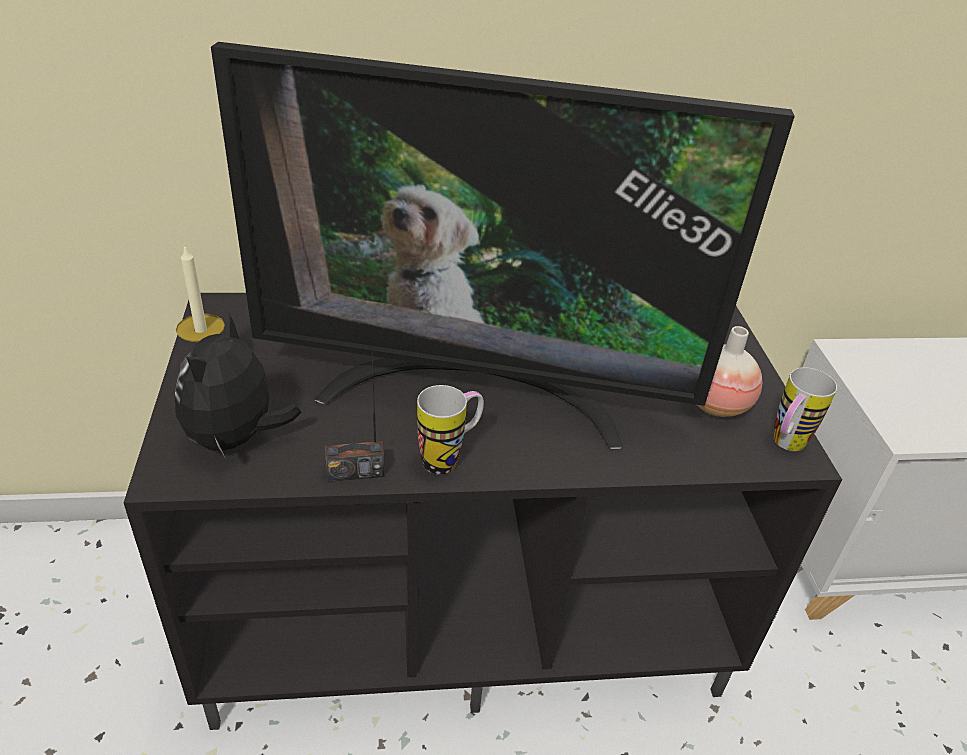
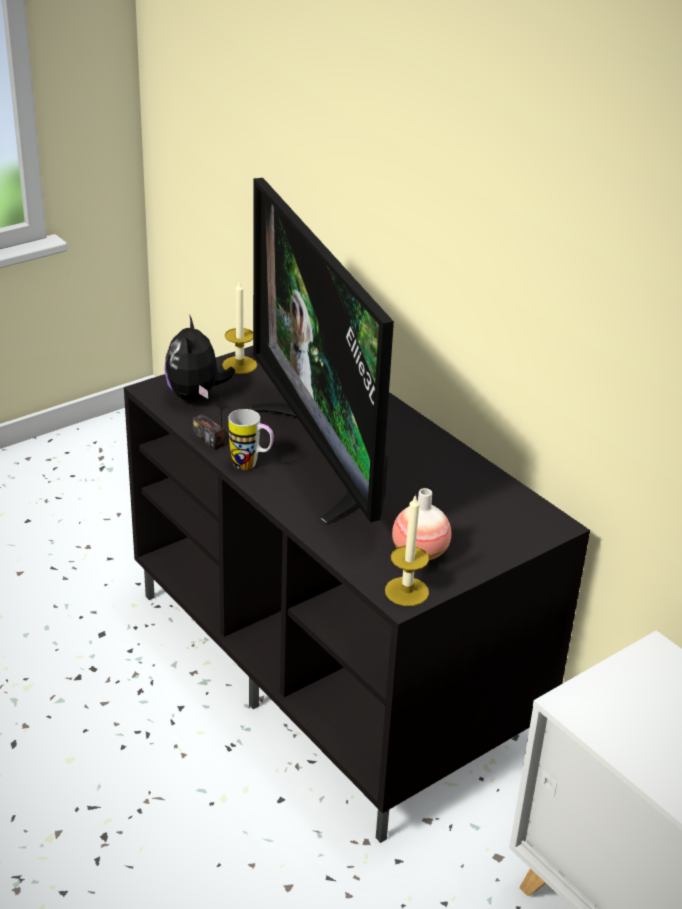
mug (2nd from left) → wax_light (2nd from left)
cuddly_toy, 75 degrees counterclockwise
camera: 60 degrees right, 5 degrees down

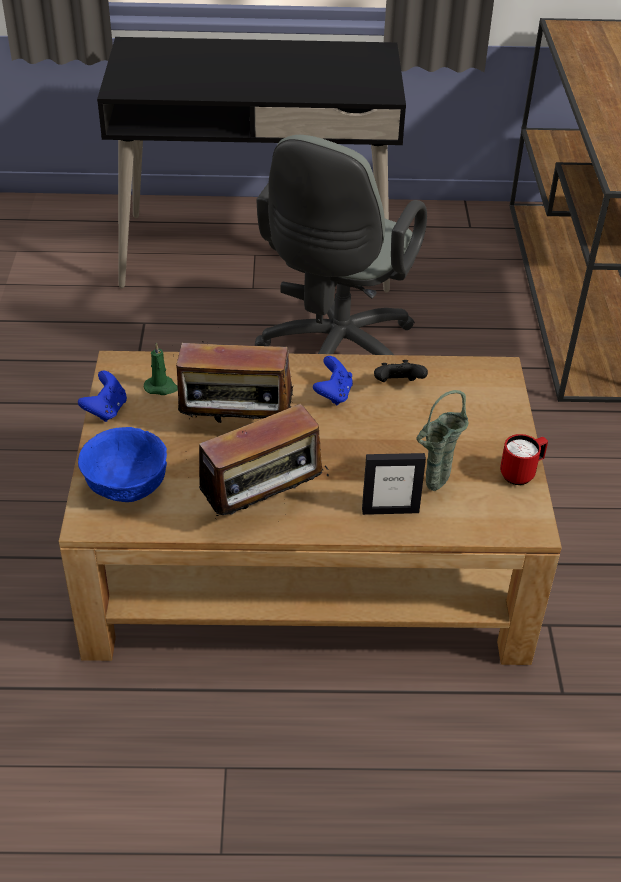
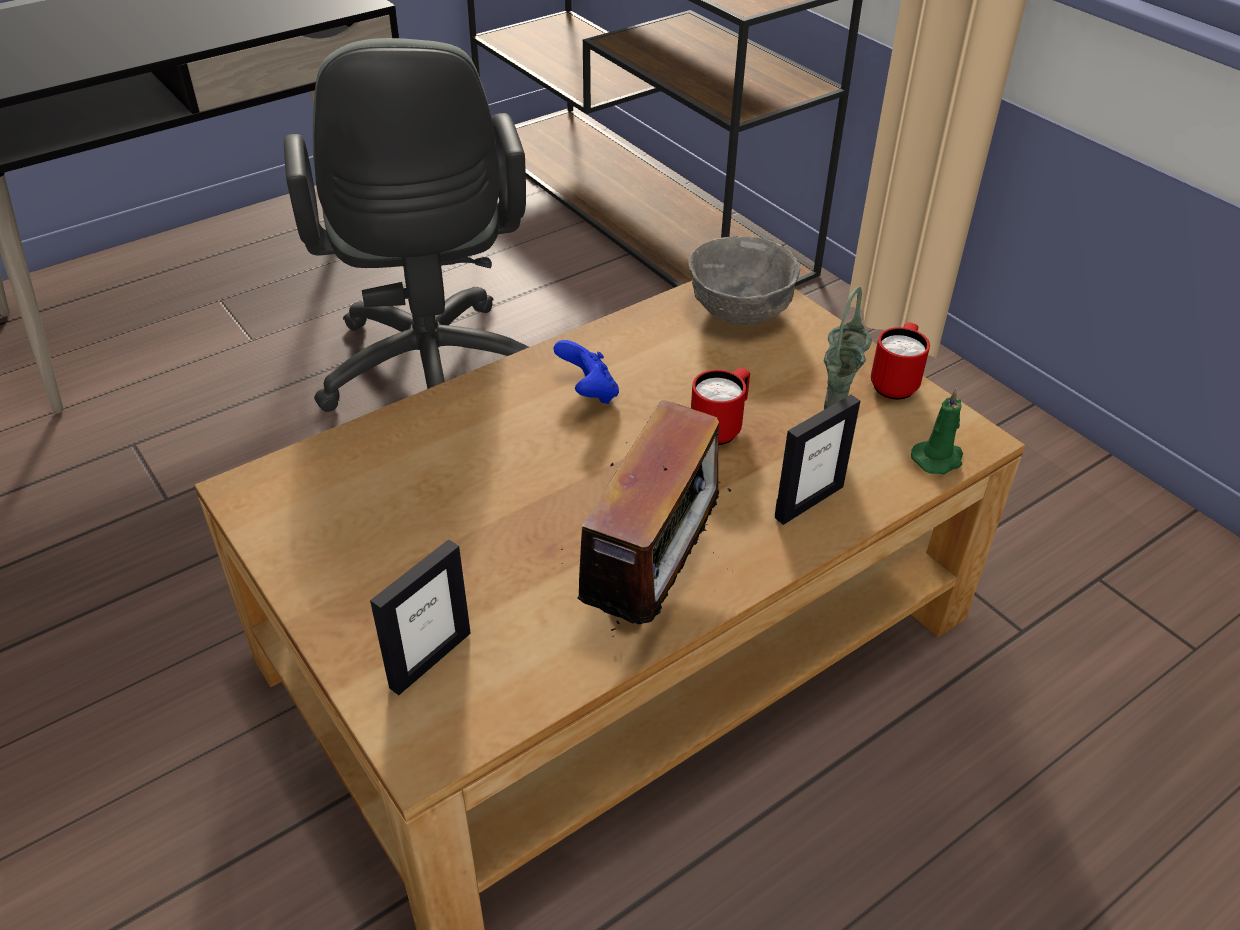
blue_gamepad (1st from left) → -
radio (1st from left) → -
blackish_gamepad → -
- → grey_bowl
- → red-coloured_mug (1st from left)
green-coloured_wax_light, move
blue_bowl → standing_frame (1st from left)
camera: 35 degrees left, 0 degrees up

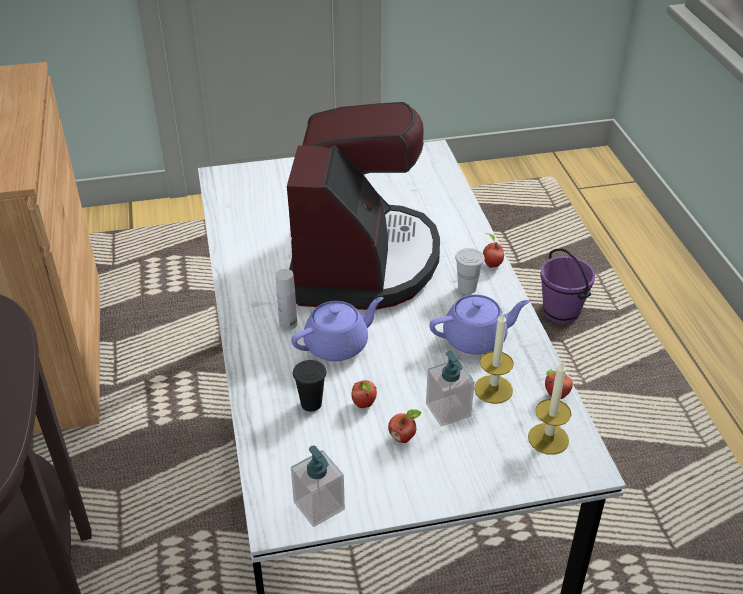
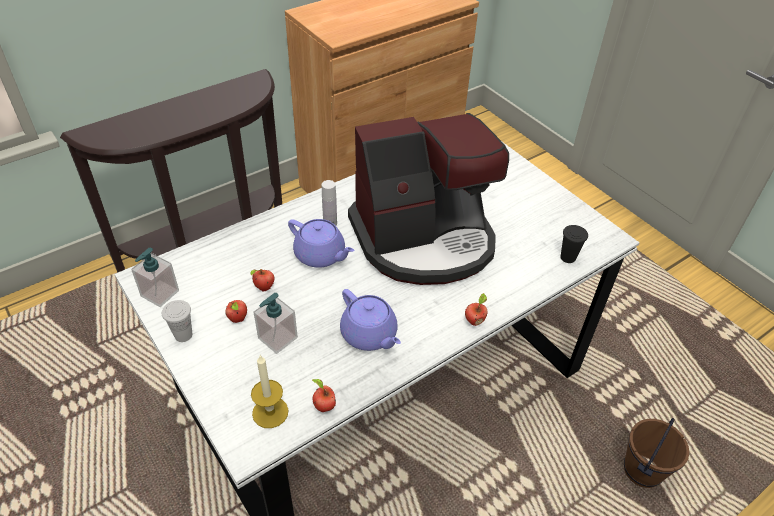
wax_light (1st from left) → -
blackish_small_cup, move
white-coloured_small_cup, move
purple_pail → brown_pail
camera: 65 degrees right, 5 degrees up

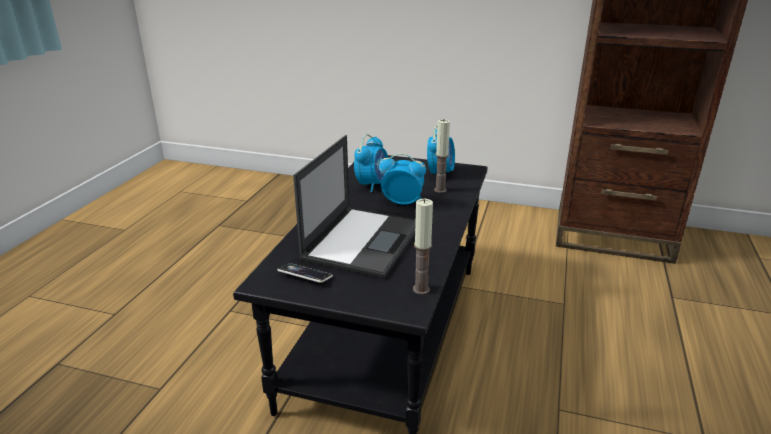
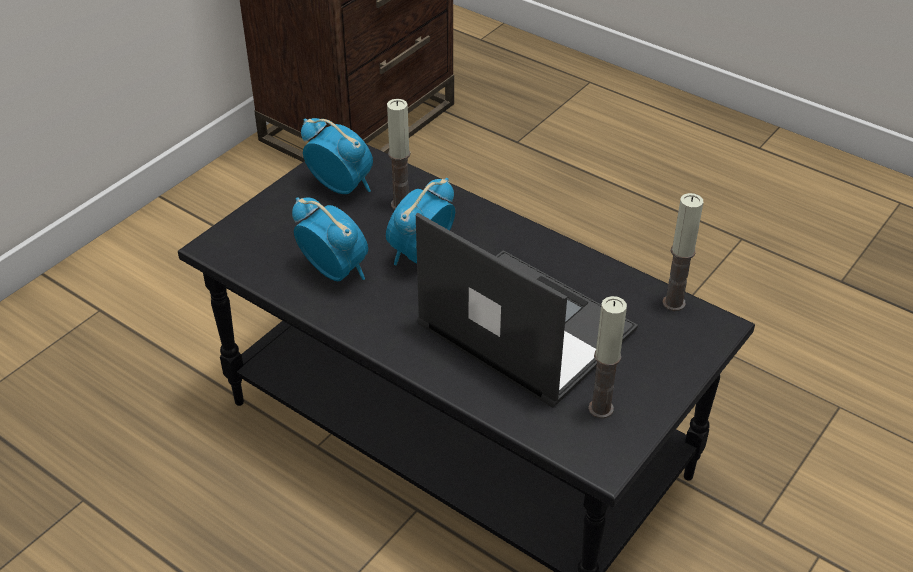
telephone → wax_light (2nd from left)
camera: 70 degrees left, 15 degrees up

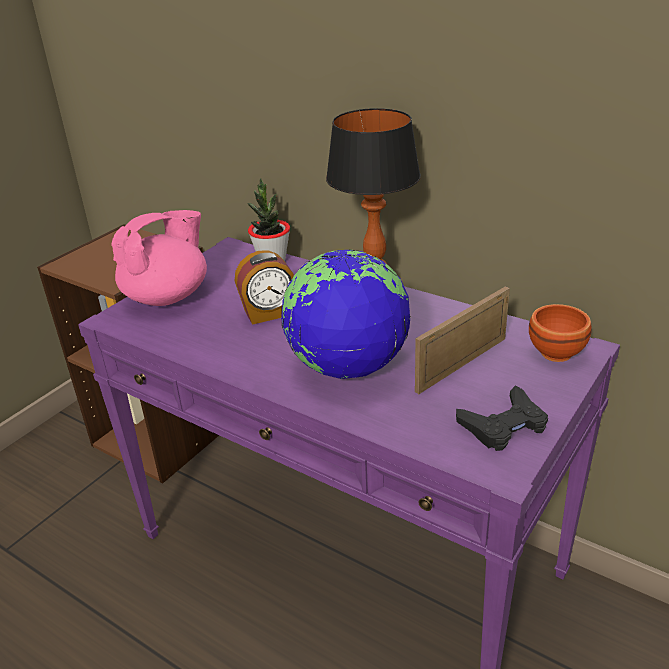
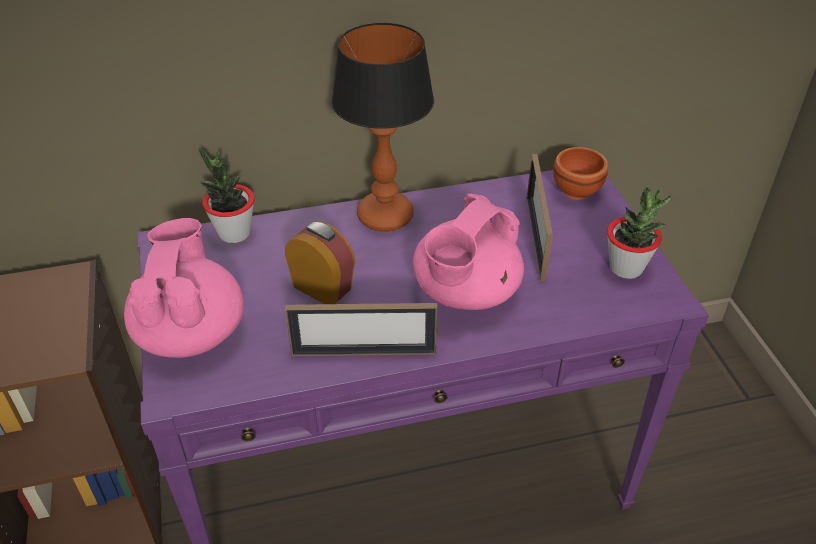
- → standing_frame (1st from left)
desk_globe → pink_teapot (2nd from left)
blackish_gamepad → plant_in_a_pot (2nd from left)
table_clock, 75 degrees counterclockwise
camera: 50 degrees left, 10 degrees up

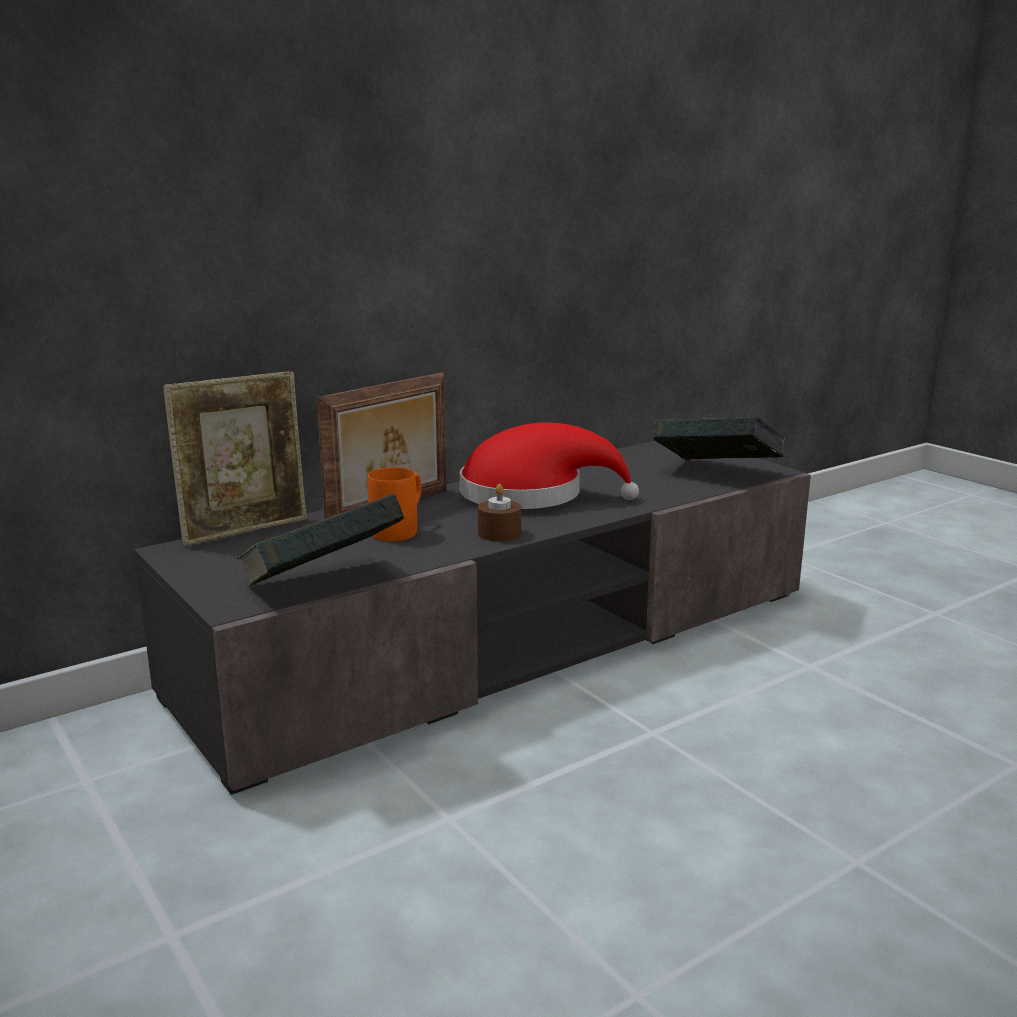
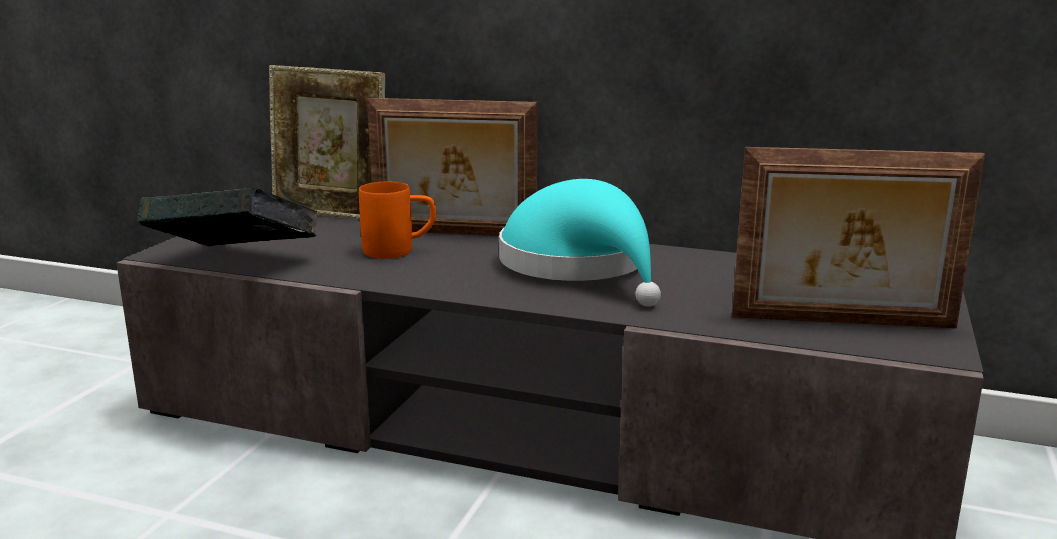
brown_wax_light → -
volume (2nd from left) → standing_frame (3rd from left)
red-coloured_hat → blue-green_hat
camera: 55 degrees right, 0 degrees up

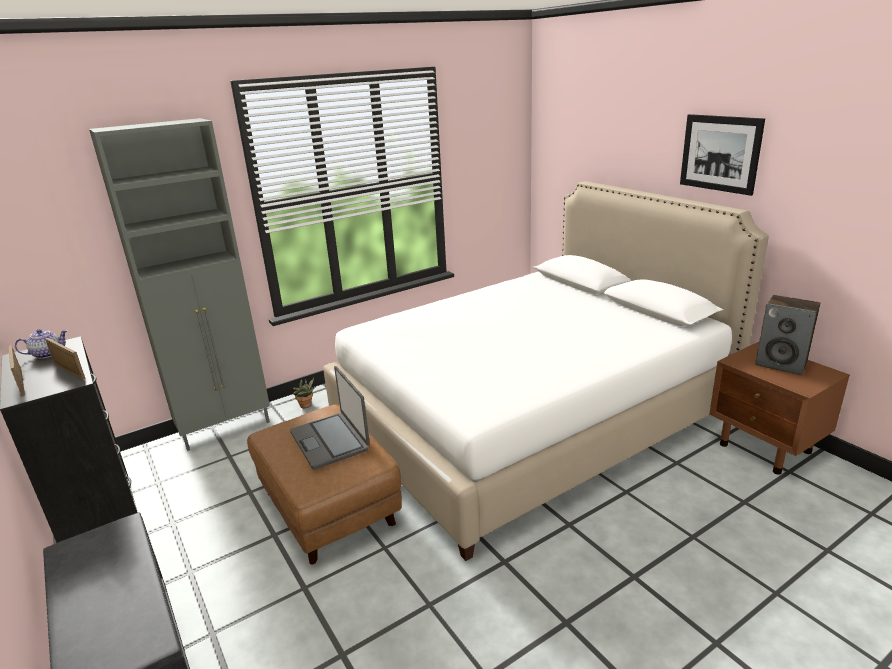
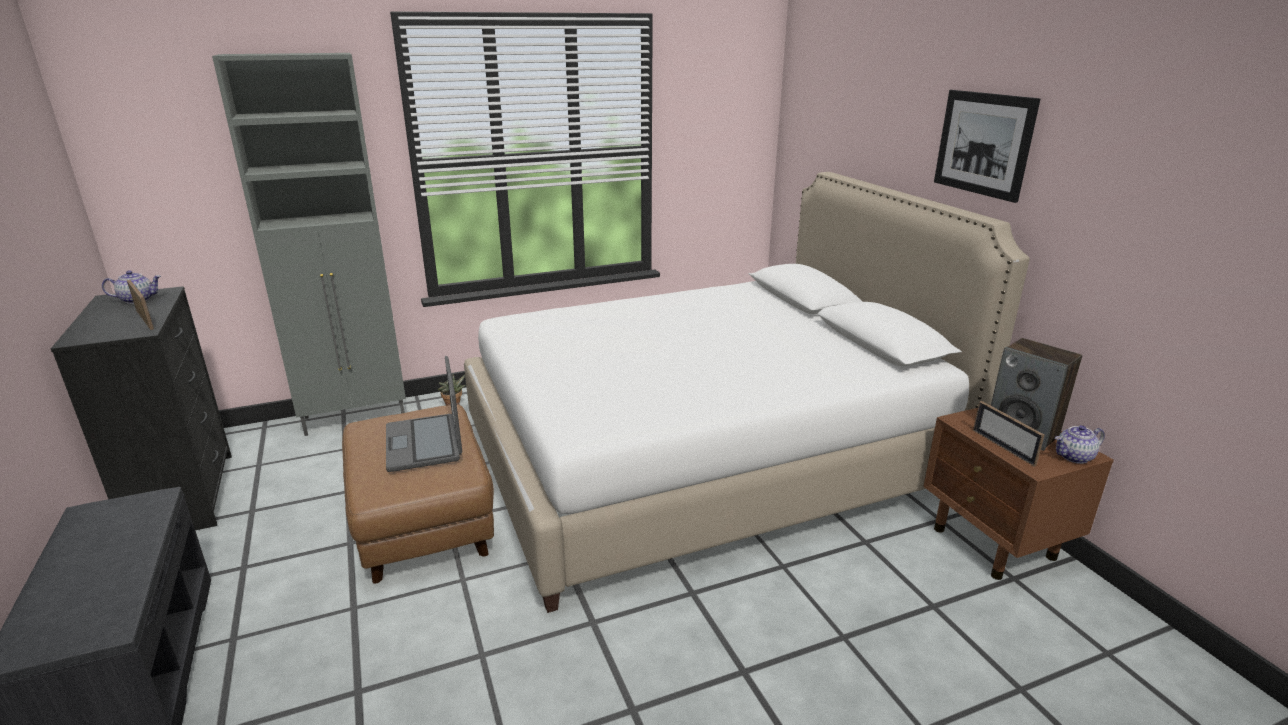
- → teapot (2nd from left)
standing_frame (1st from left in the first image) → standing_frame (2nd from left), move
camera: 10 degrees right, 0 degrees up

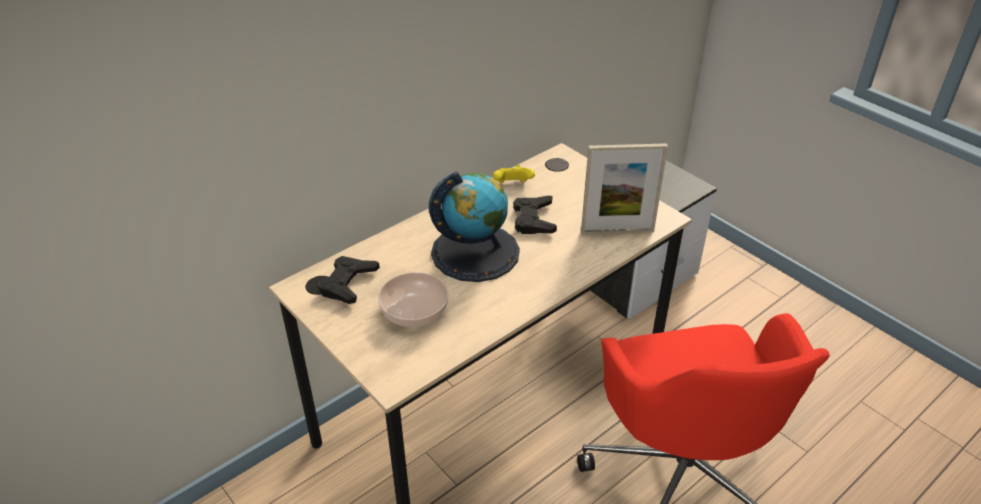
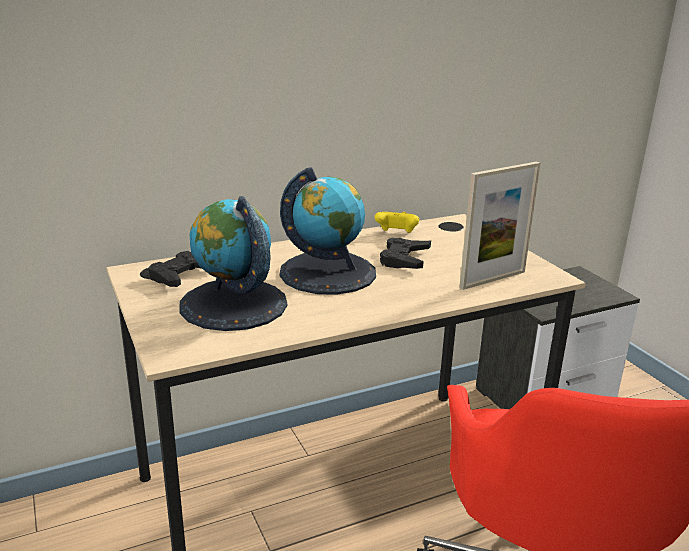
bowl → desk_globe (1st from left)
standing_frame, 45 degrees counterclockwise
camera: 15 degrees right, 15 degrees down

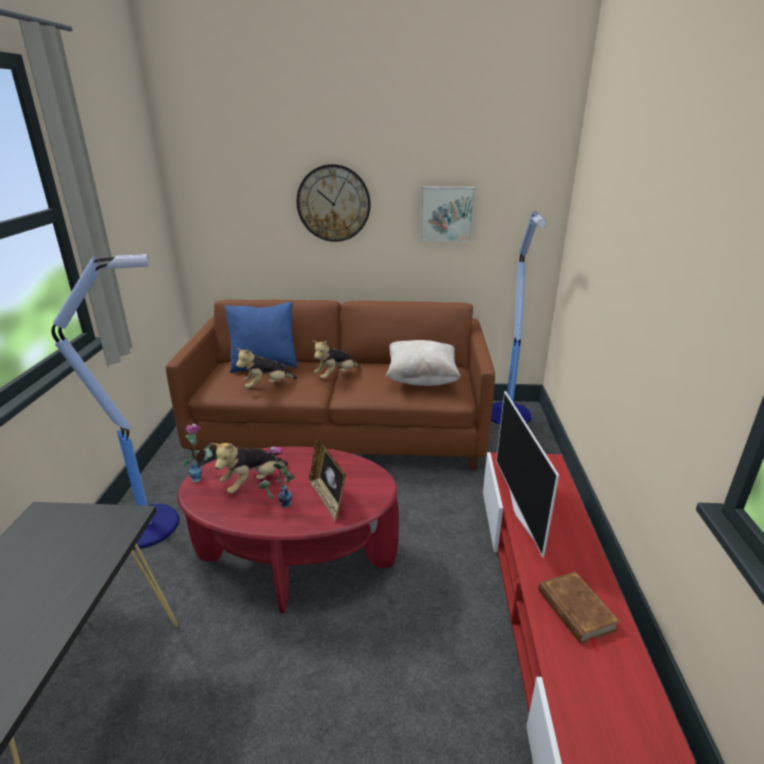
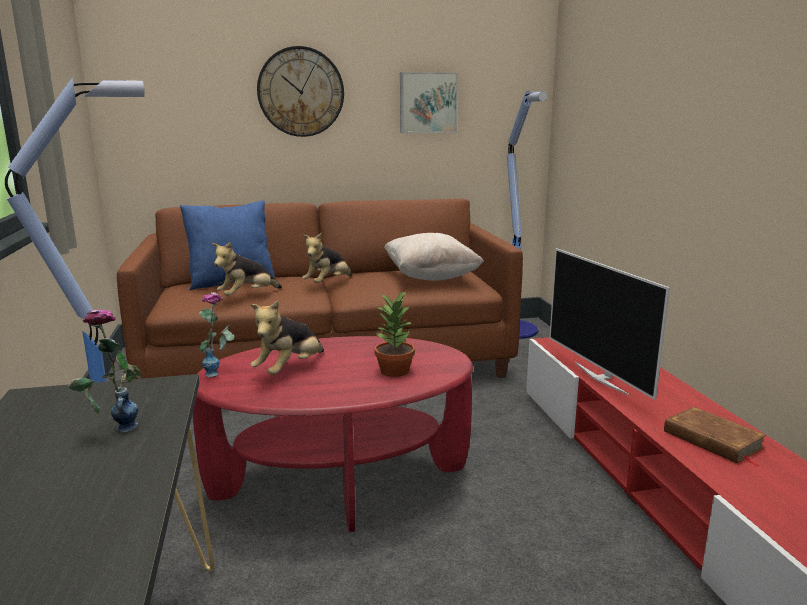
flower_vase (2nd from left in the first image) → flower_vase (1st from left), move
standing_frame → plant_in_a_pot
camera: 15 degrees left, 10 degrees down

